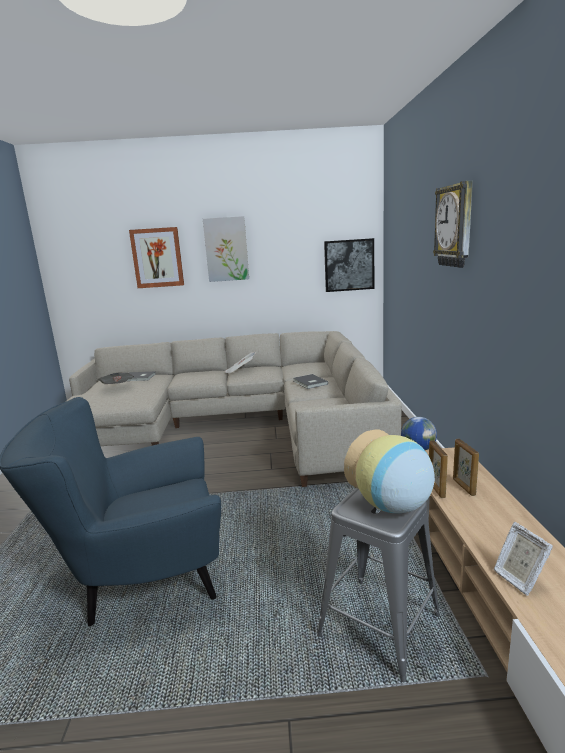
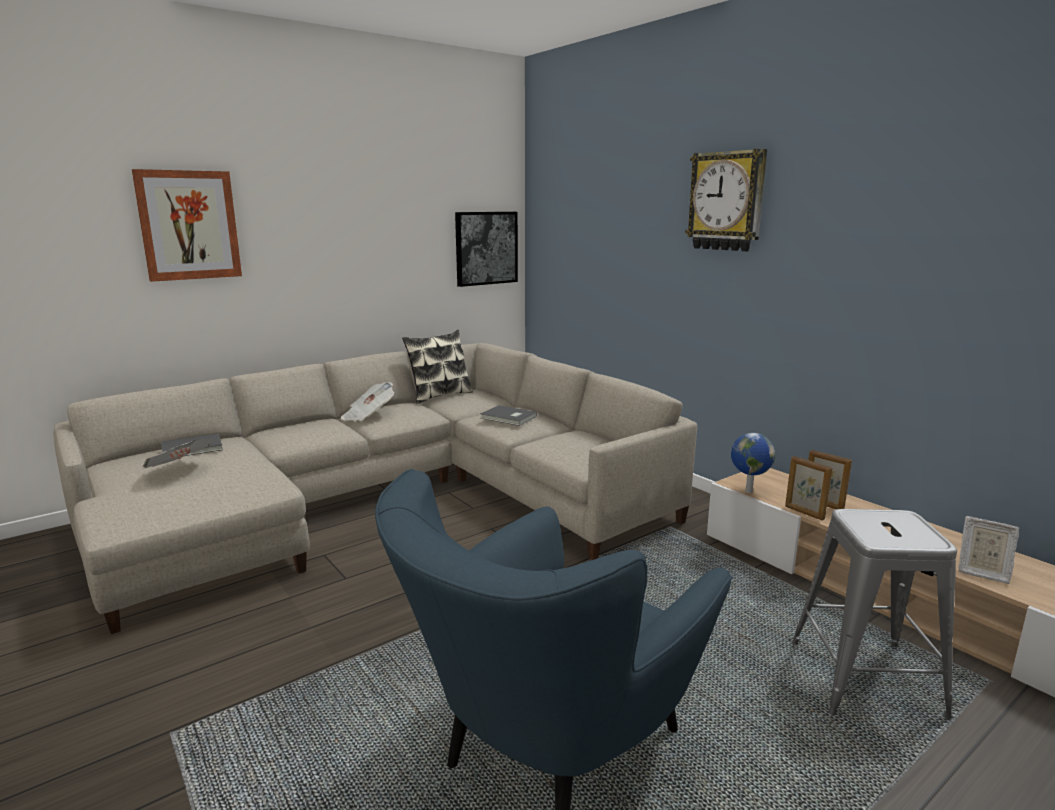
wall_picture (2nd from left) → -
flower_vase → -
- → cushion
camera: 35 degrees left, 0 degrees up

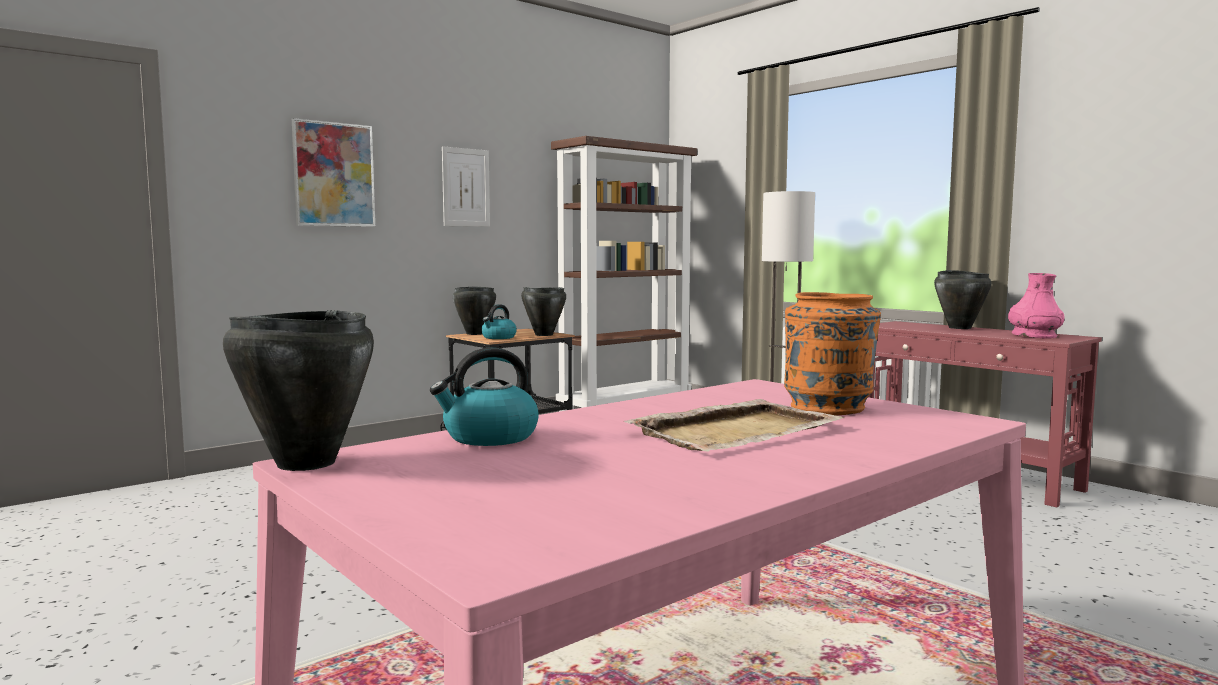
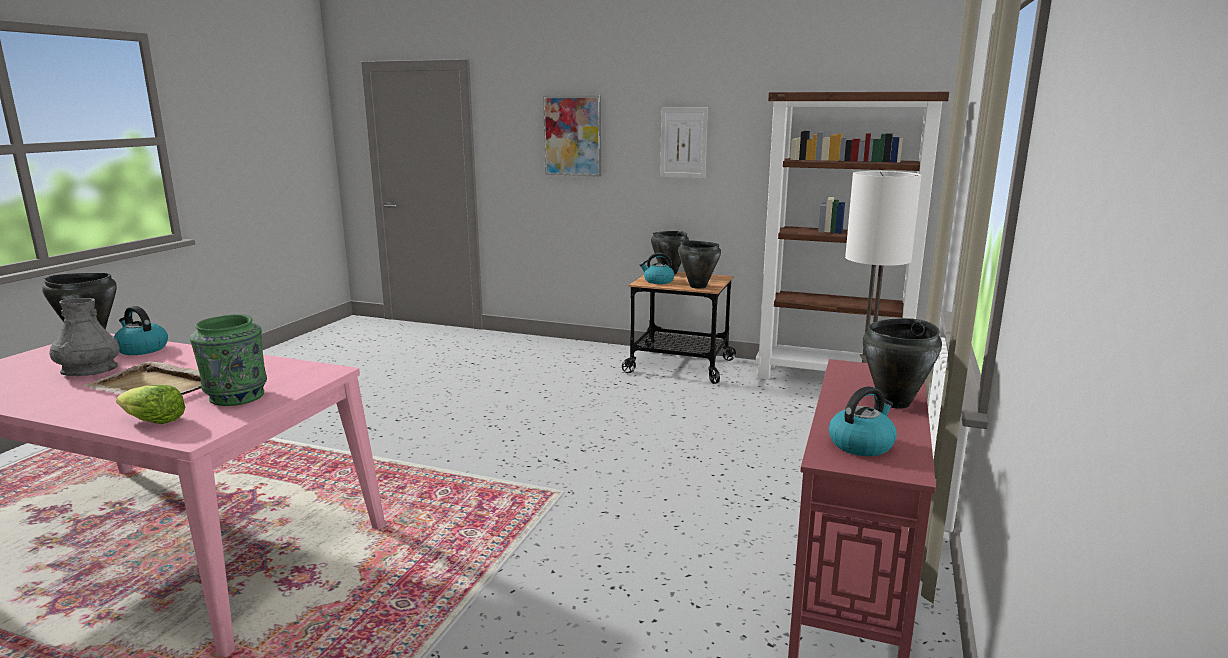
- → grey_flower_vase
- → head_of_lettuce
pink_flower_vase → tea_kettle (3rd from left)
orange_flower_vase → green-coloured_flower_vase
camera: 60 degrees right, 10 degrees up

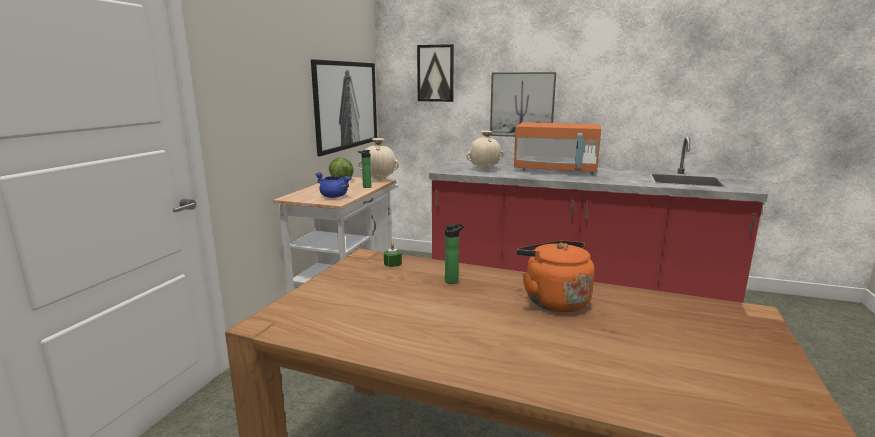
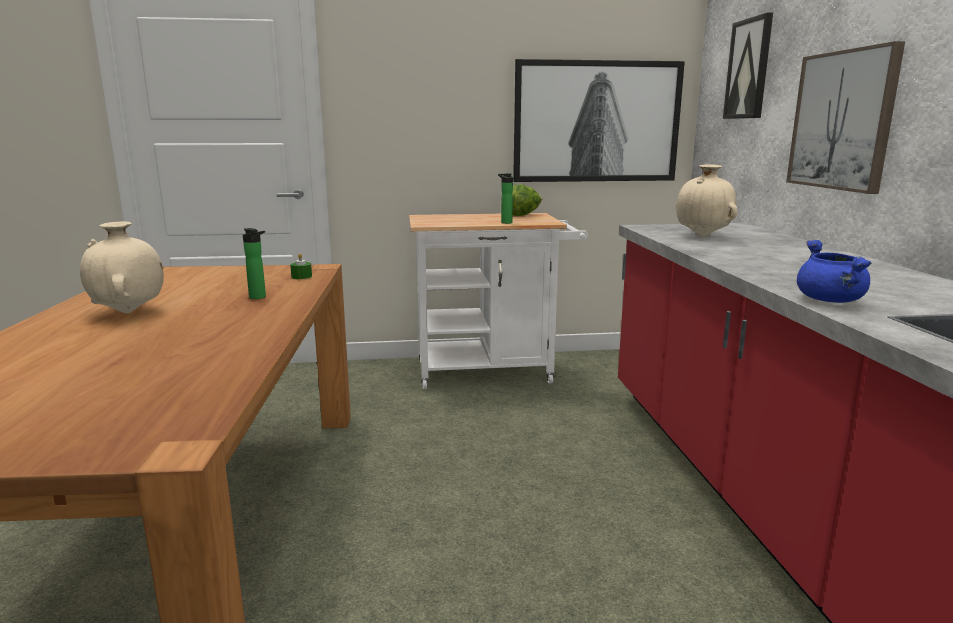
orange_microwave_oven → -
orange_tea_kettle → -
blue_saucepot, move
beige-coloured_flower_vase (1st from left), move
camera: 65 degrees right, 0 degrees up

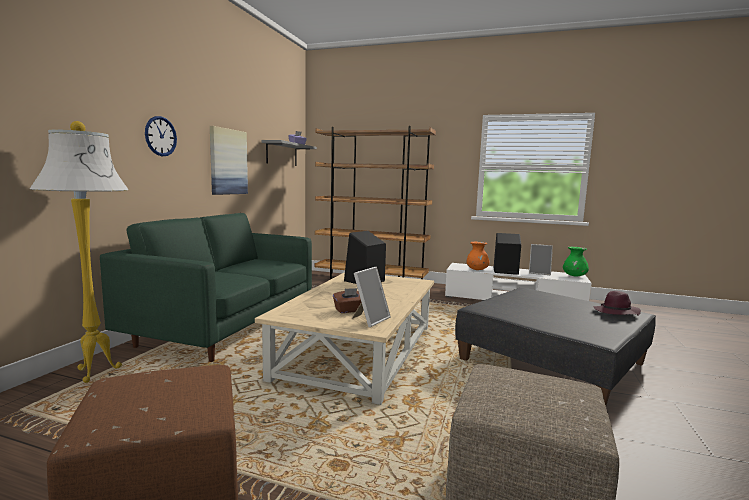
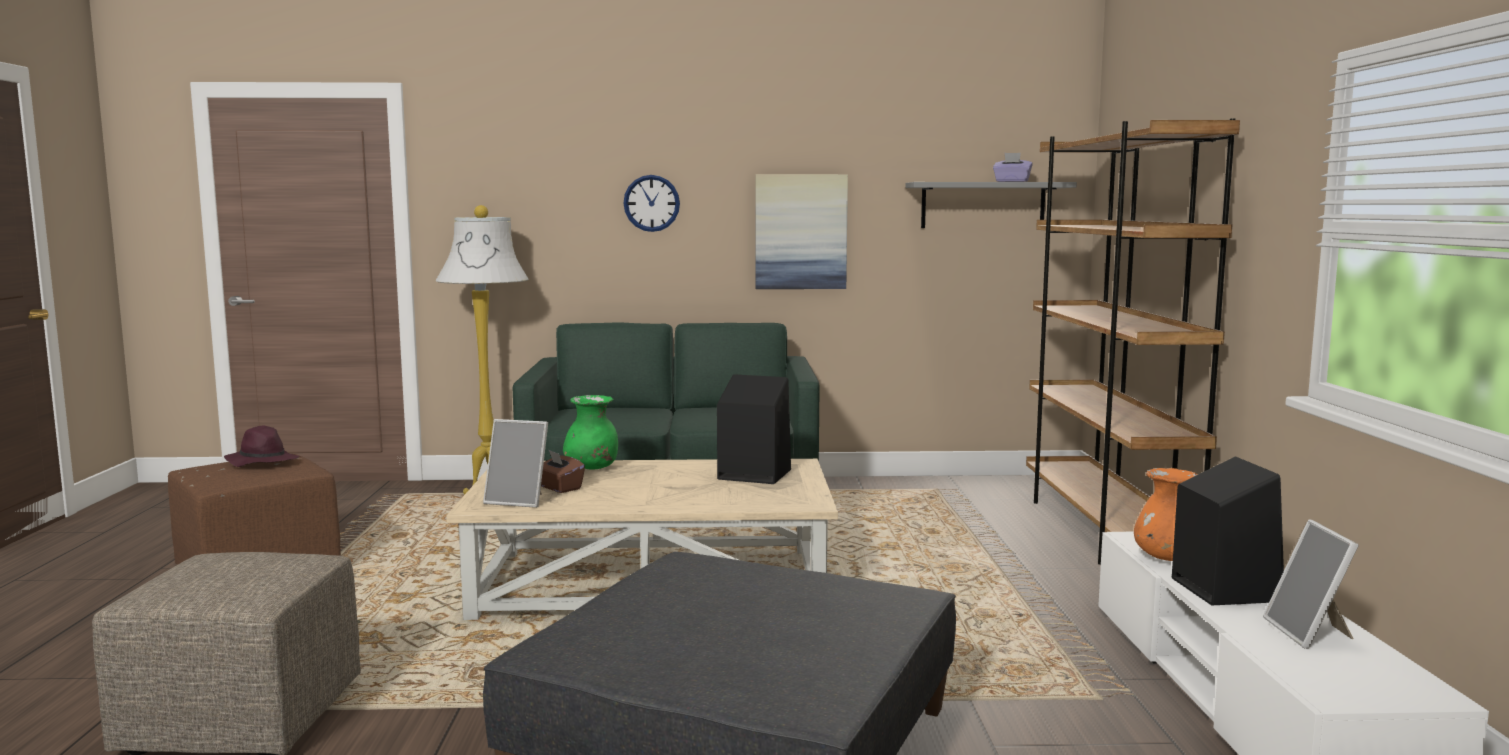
green-coloured_flower_vase, move
purple_hat, move
camera: 70 degrees right, 0 degrees up

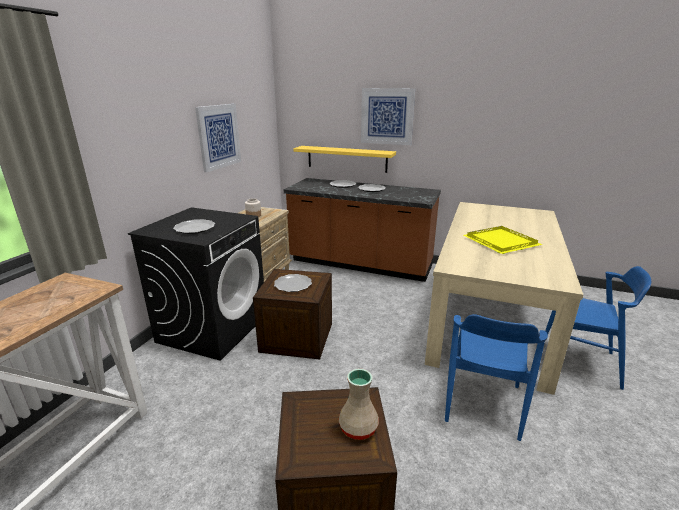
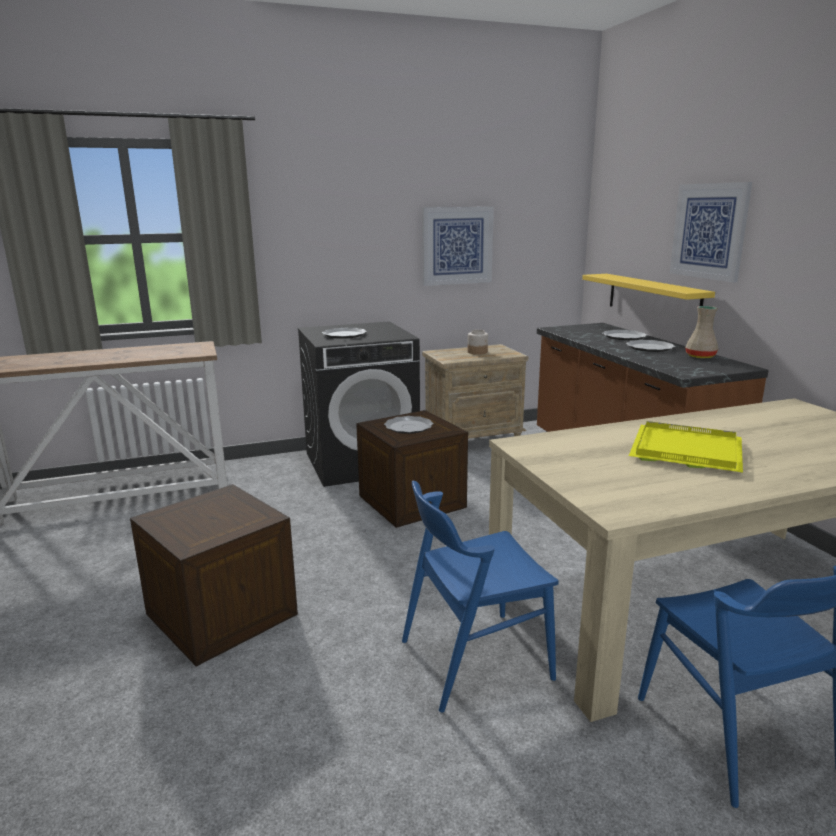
beige-coloured_flower_vase, move
camera: 50 degrees right, 5 degrees down

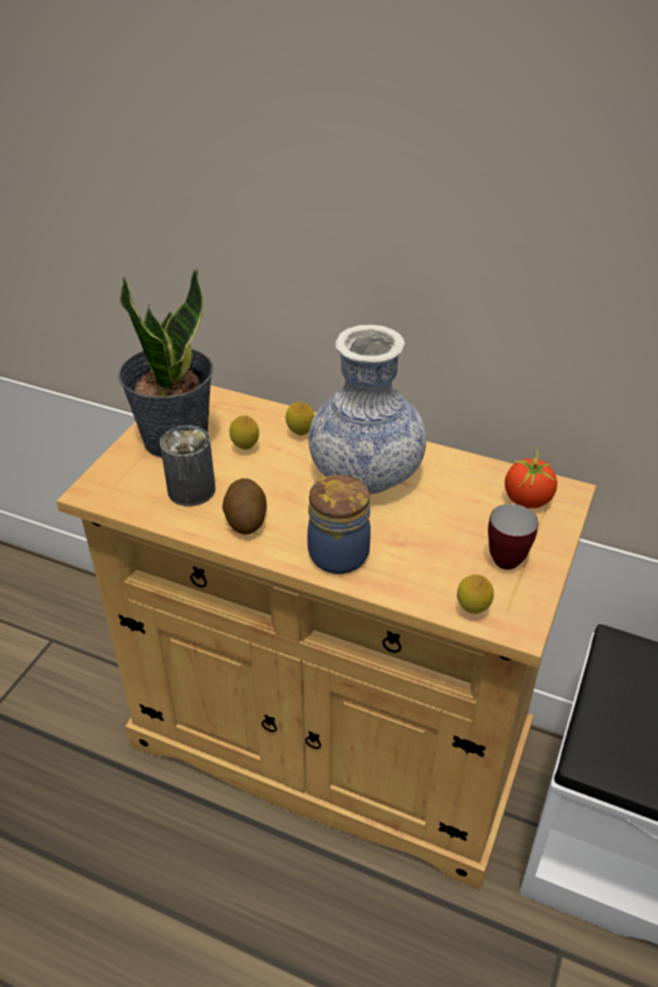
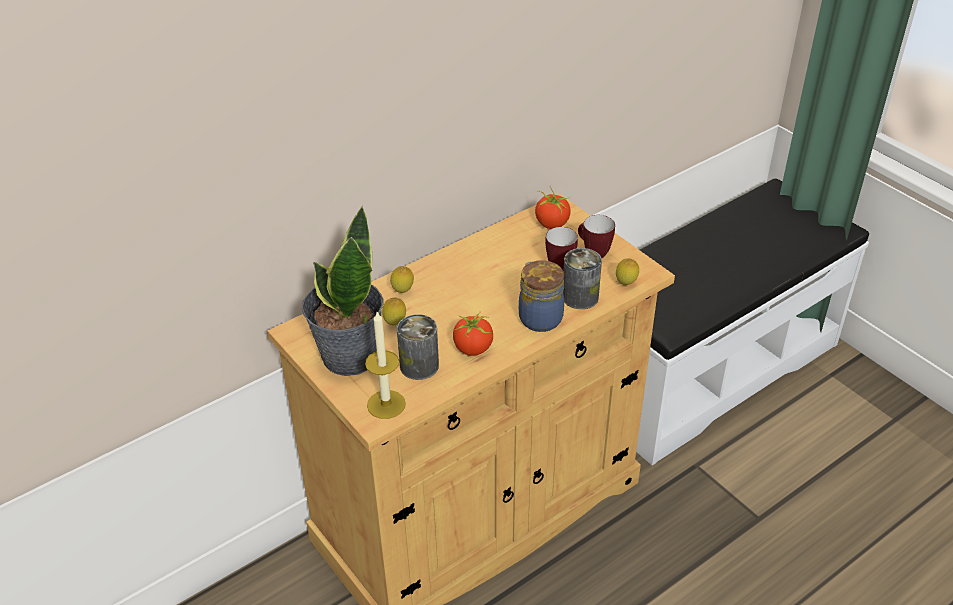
flower_vase → -
- → wax_light
- → mug (1st from left)
- → can (2nd from left)
whole_potato → tomato (1st from left)
camera: 60 degrees left, 0 degrees up

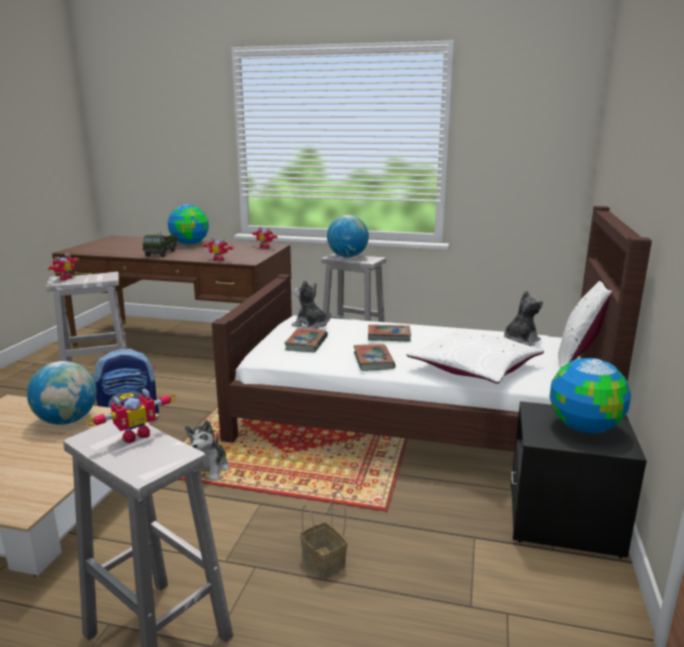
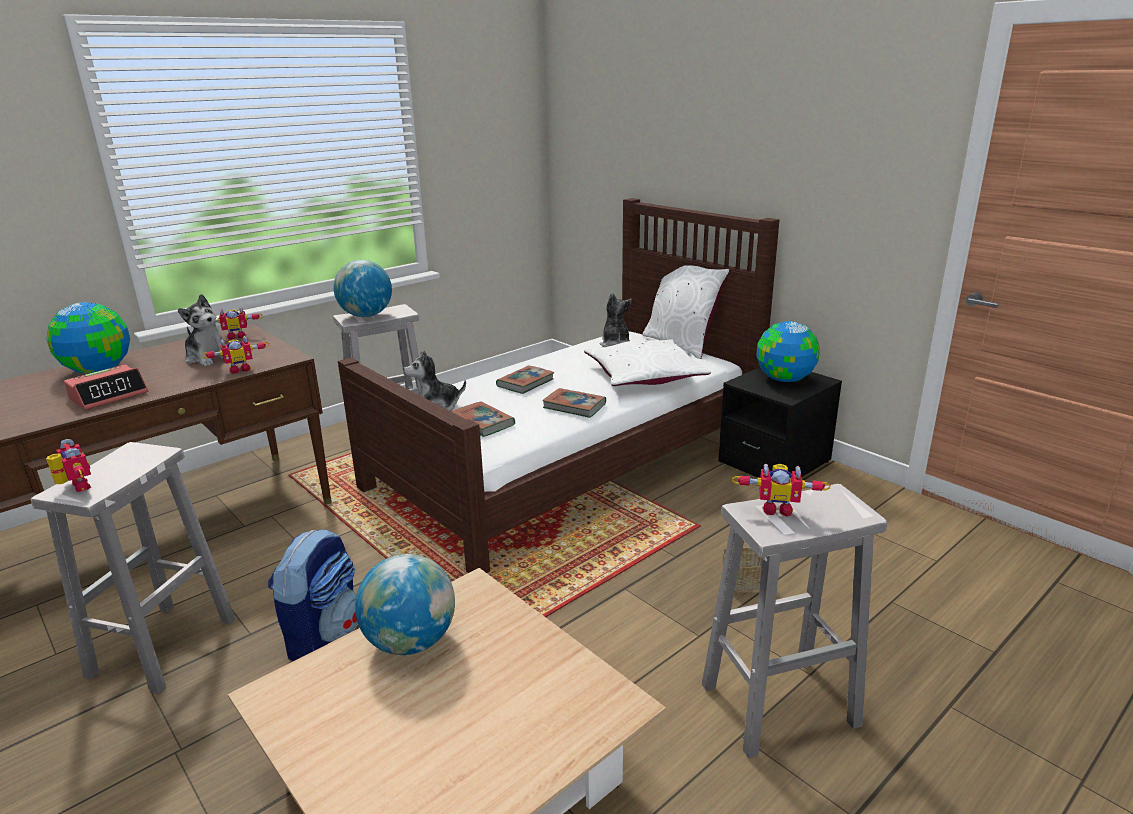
cuddly_toy (1st from left), move
toy_truck → table_clock
robot_figure (2nd from left in the first image) → robot_figure (4th from left), 105 degrees clockwise
camera: 55 degrees left, 5 degrees up

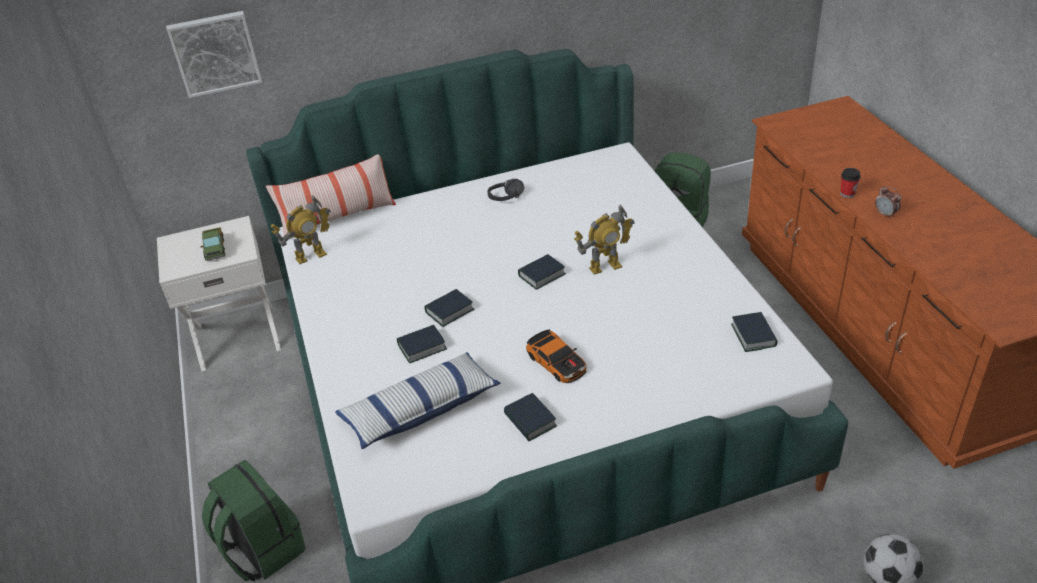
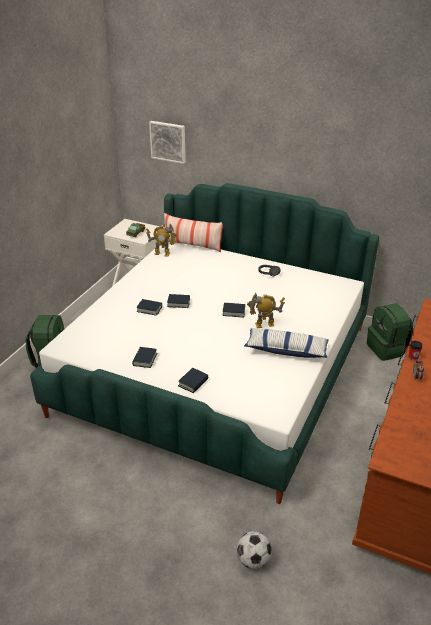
model_car → -
cushion (2nd from left), move
volume (5th from left in the first image) → volume (4th from left), move
robot_figure (2nd from left), 150 degrees clockwise
camera: 40 degrees right, 5 degrees down

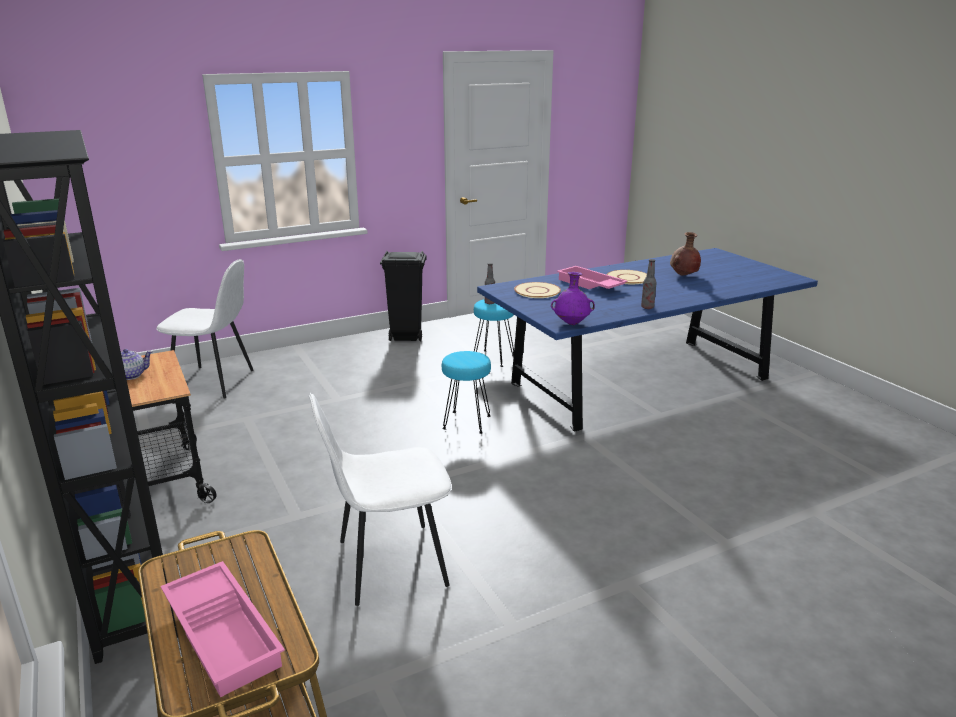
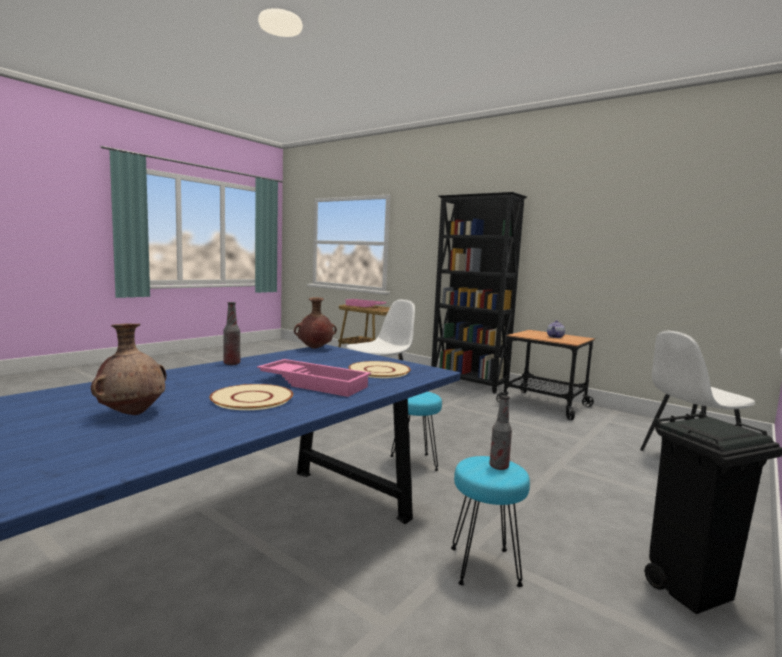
purple_flower_vase → brown_flower_vase (2nd from left)
camera: 155 degrees right, 15 degrees down

